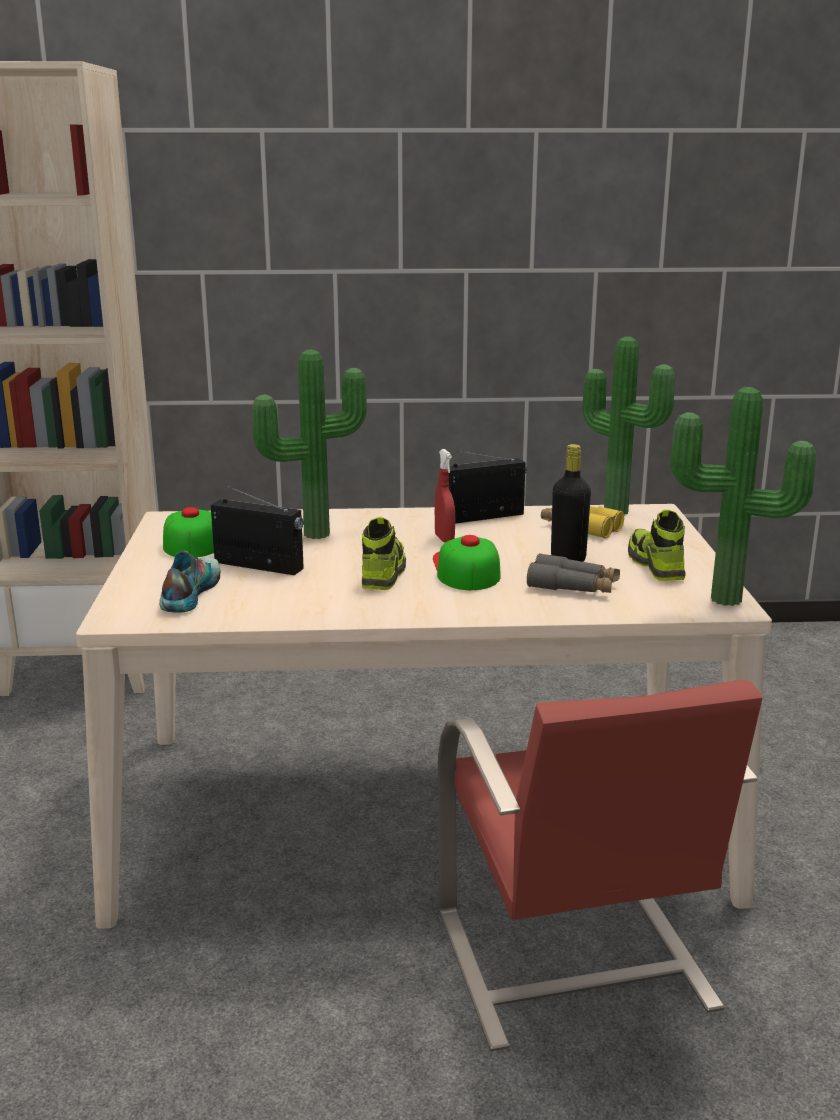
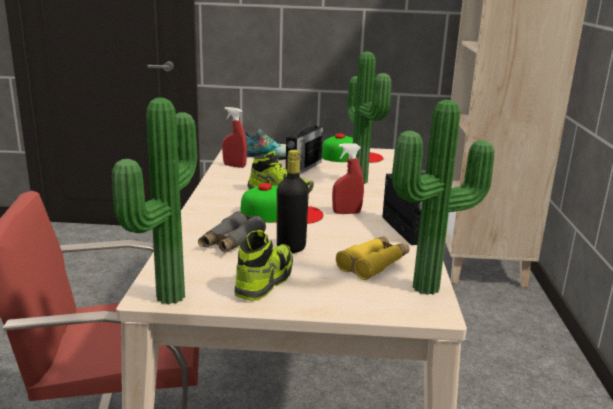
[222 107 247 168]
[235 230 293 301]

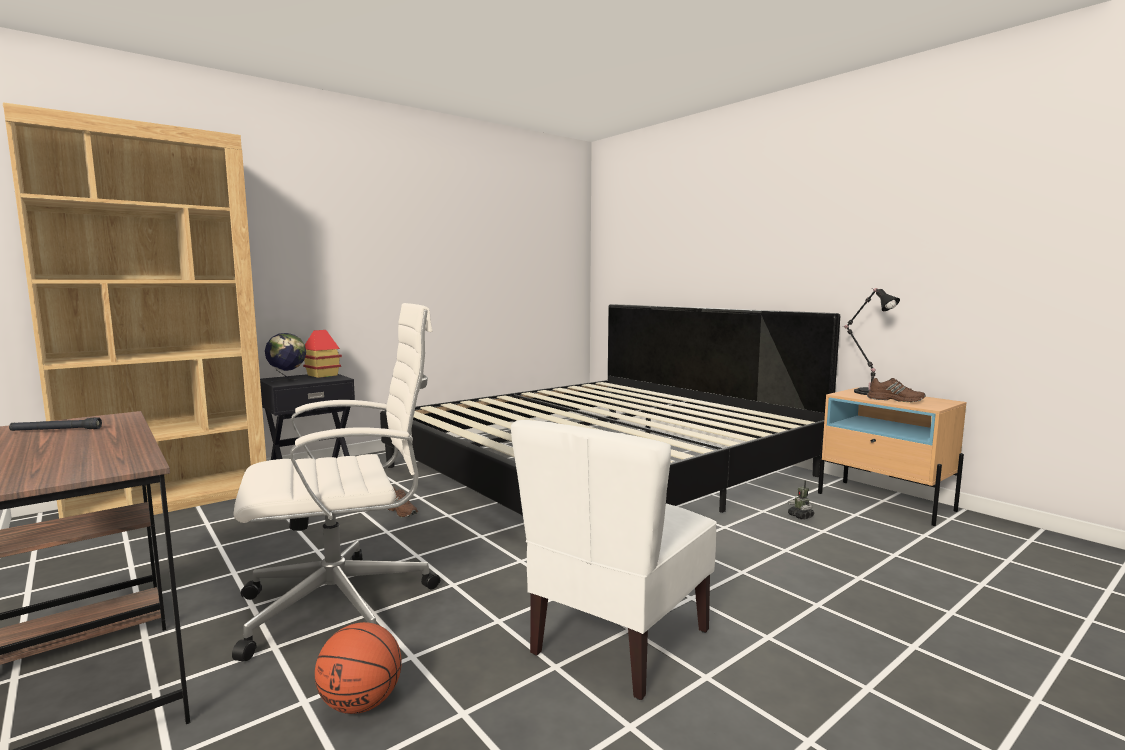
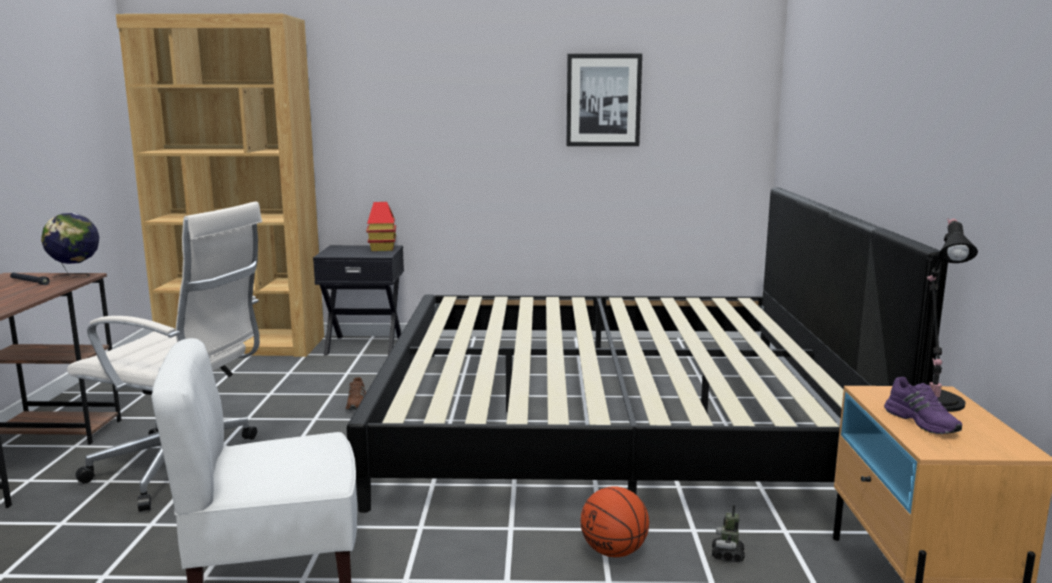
[41 213 99 278]
[566 54 642 146]
[580 486 649 557]
[884 377 962 434]

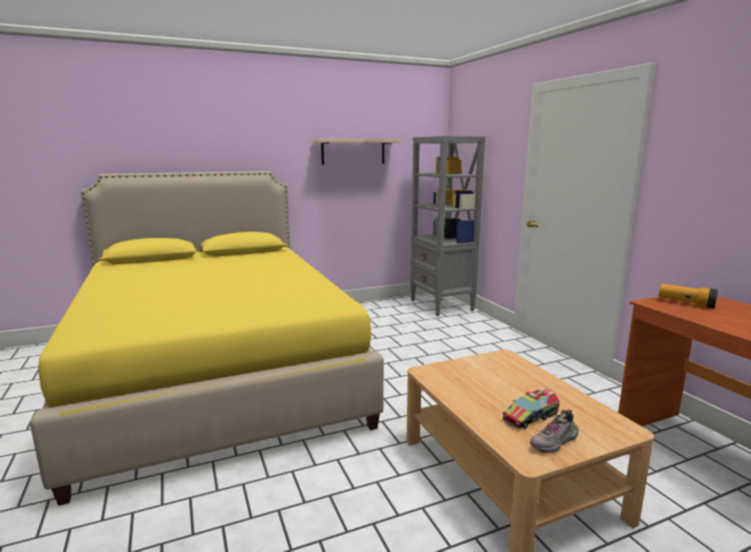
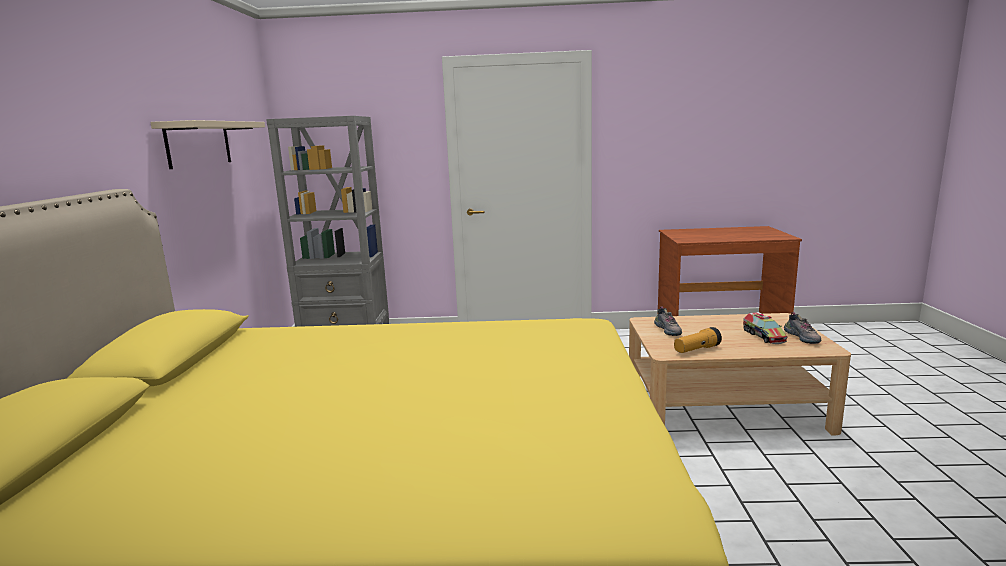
[654 307 682 336]
[674 327 722 353]

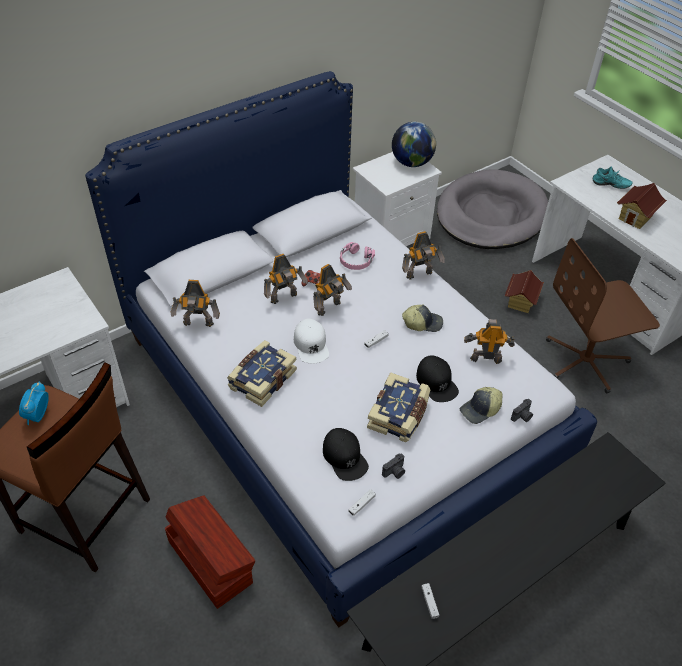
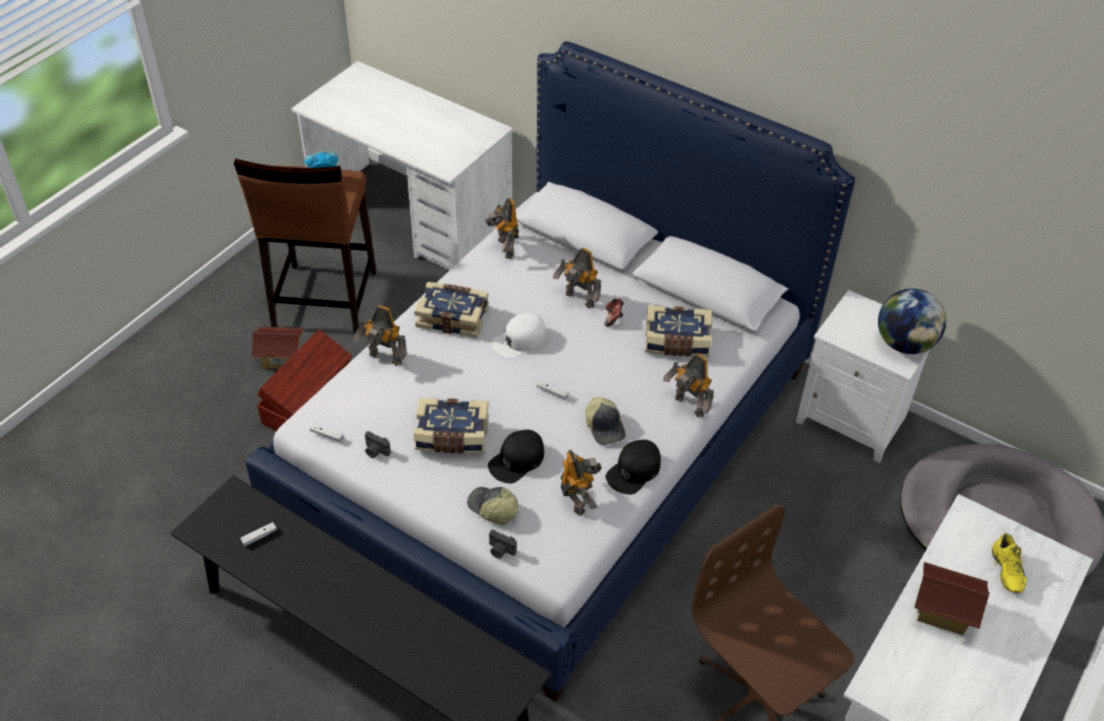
[251 327 305 369]
[353 305 407 366]
[606 440 661 495]
[645 305 712 357]
[992 533 1027 593]

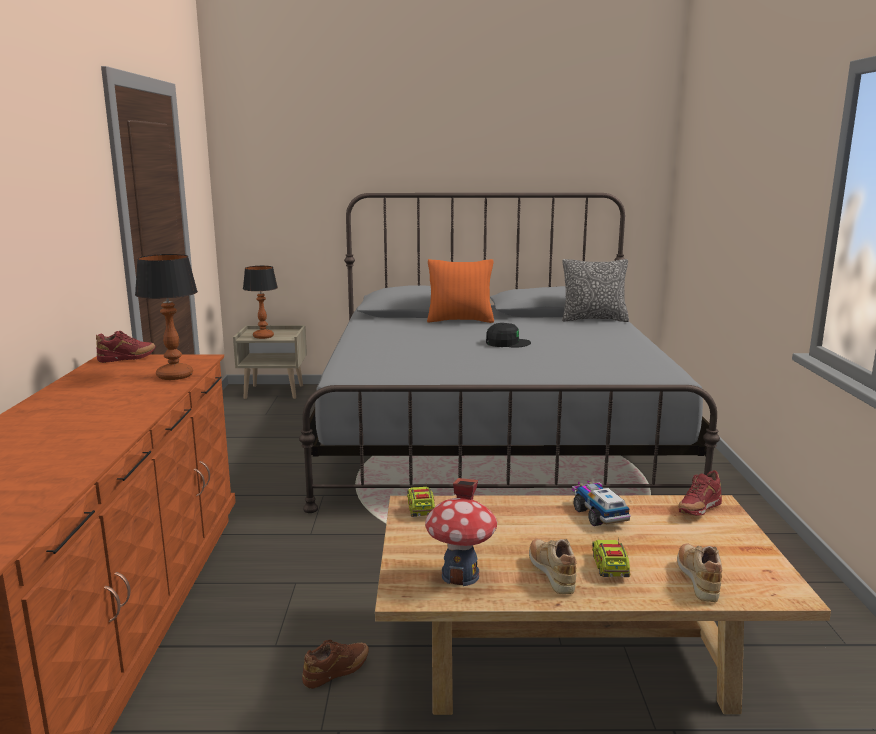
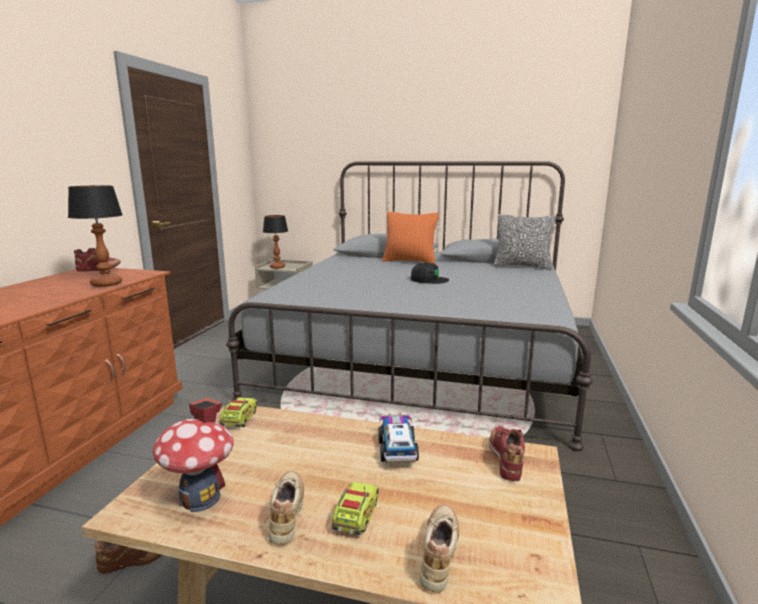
[489 426 525 481]

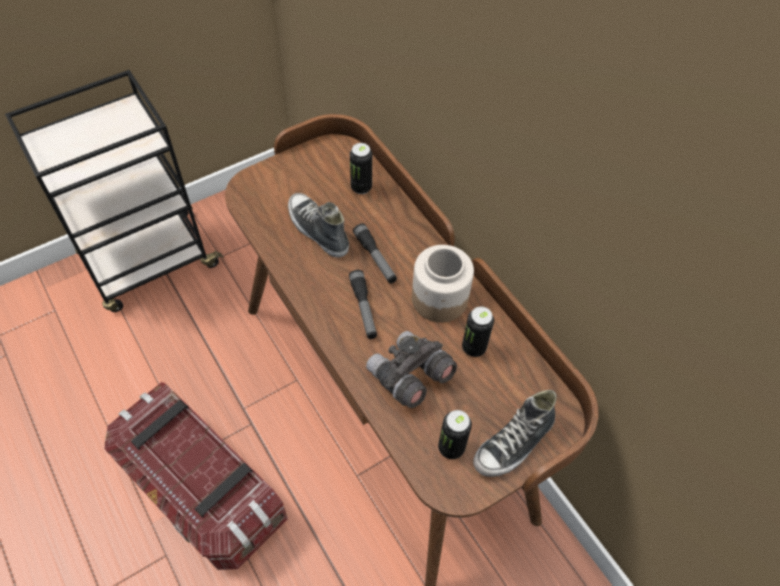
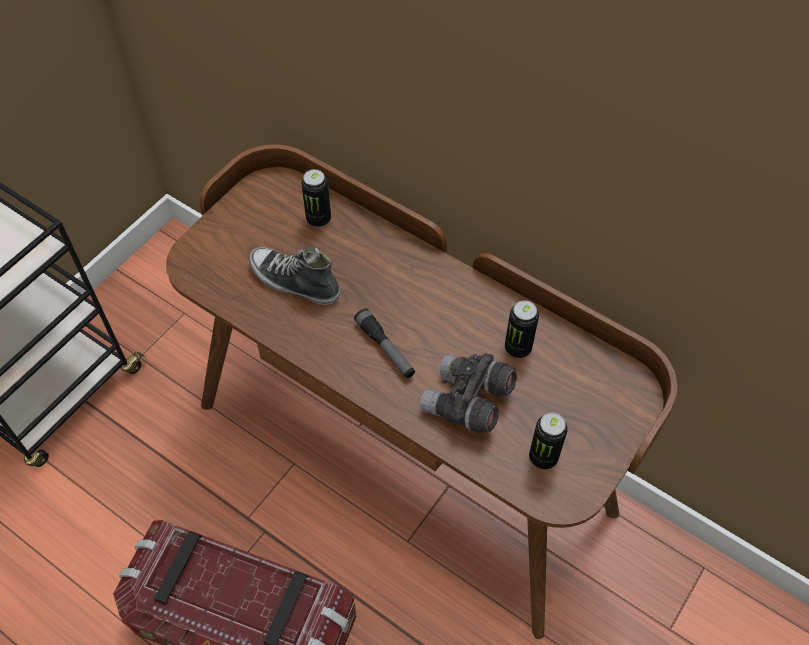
[353 223 397 284] (first image)
[412 245 474 322] (first image)
[473 390 557 477] (first image)

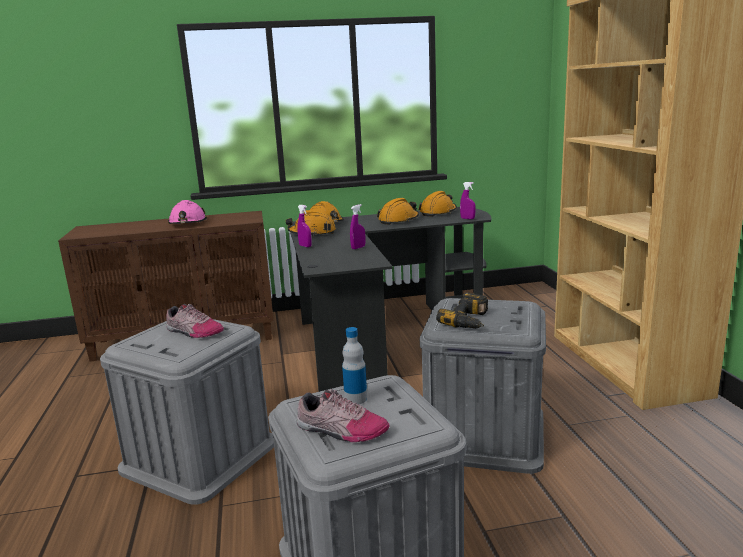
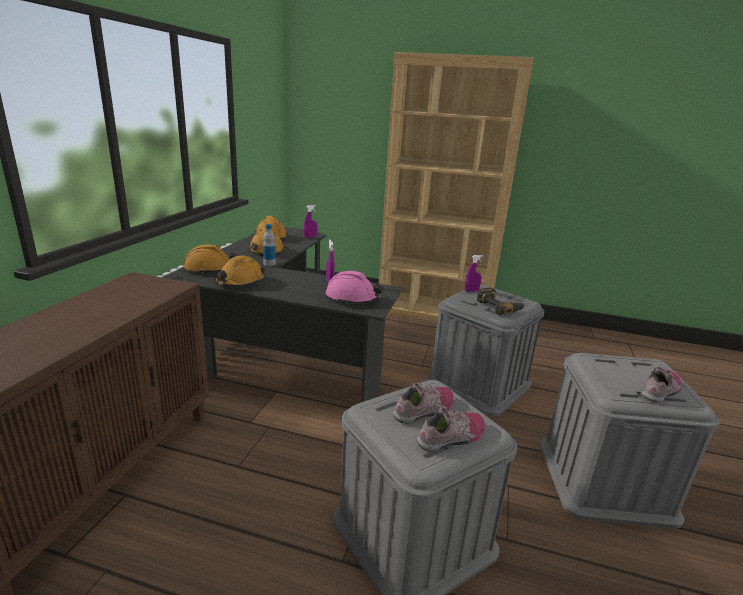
[263 224 276 266]
[326 271 383 304]
[417 407 485 452]
[465 255 483 292]

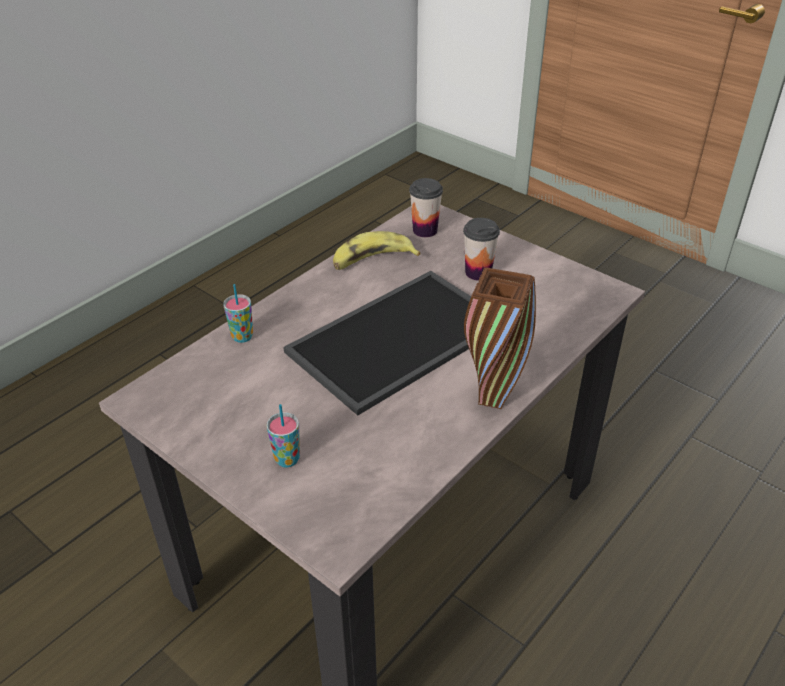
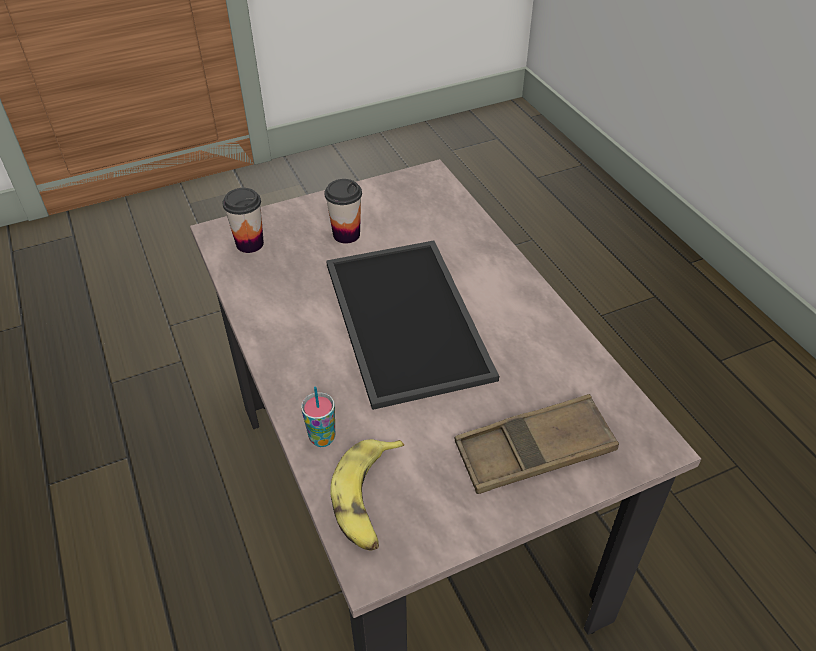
[330 439 404 551]
[455 394 619 494]
[464 267 536 409] (first image)

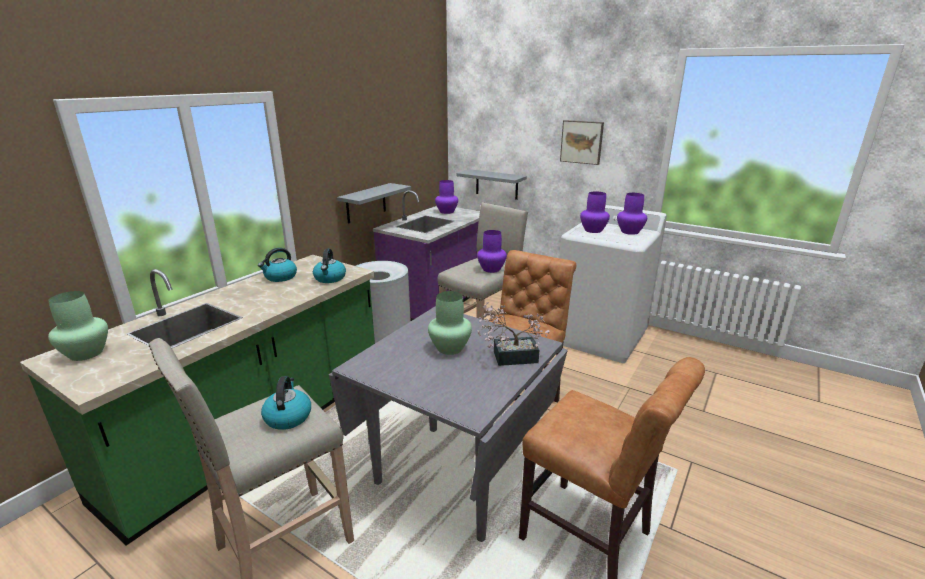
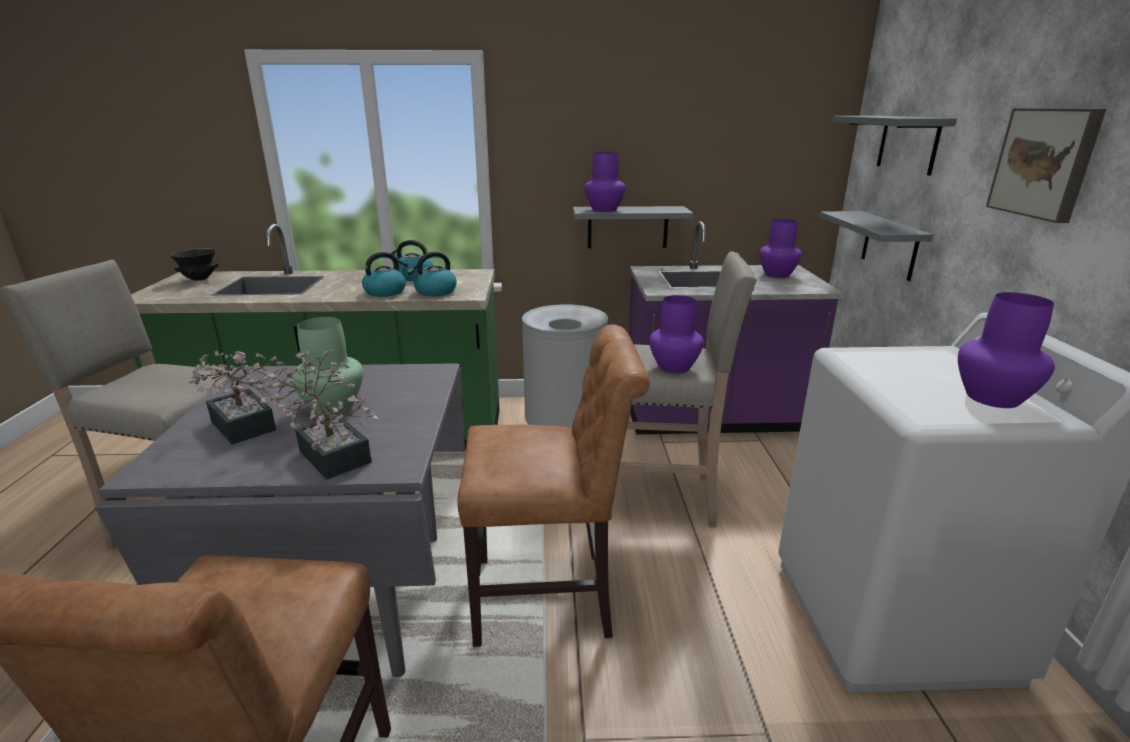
[169 248 219 281]
[188 351 284 445]
[362 252 408 297]
[585 152 626 212]
[832 116 957 175]

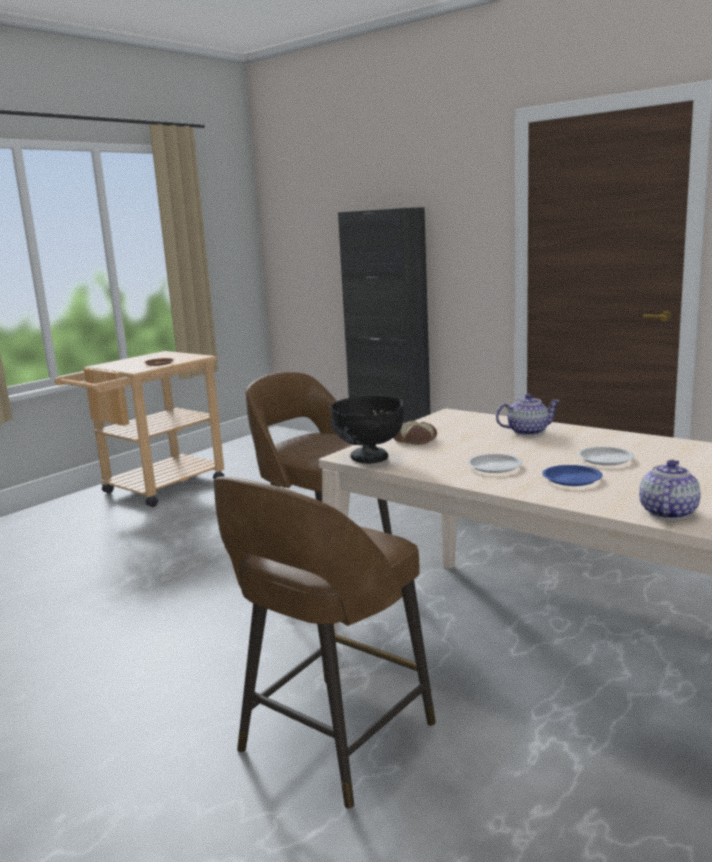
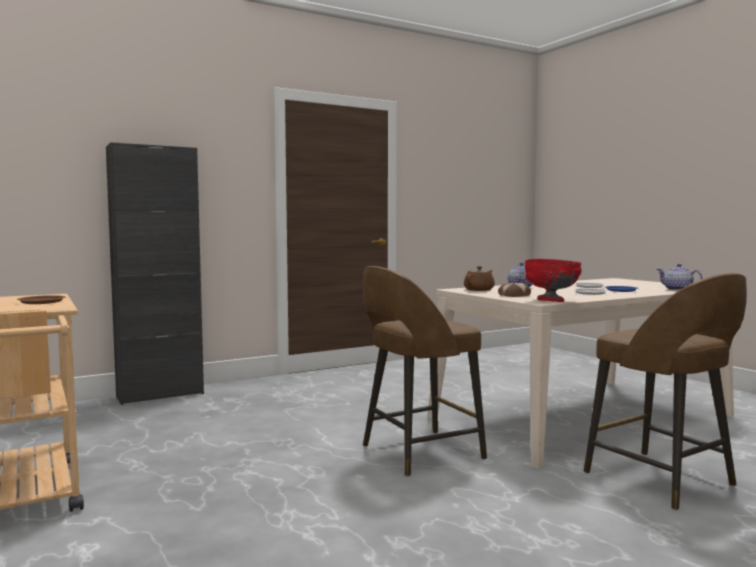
[464 266 495 291]
[525 259 581 302]

